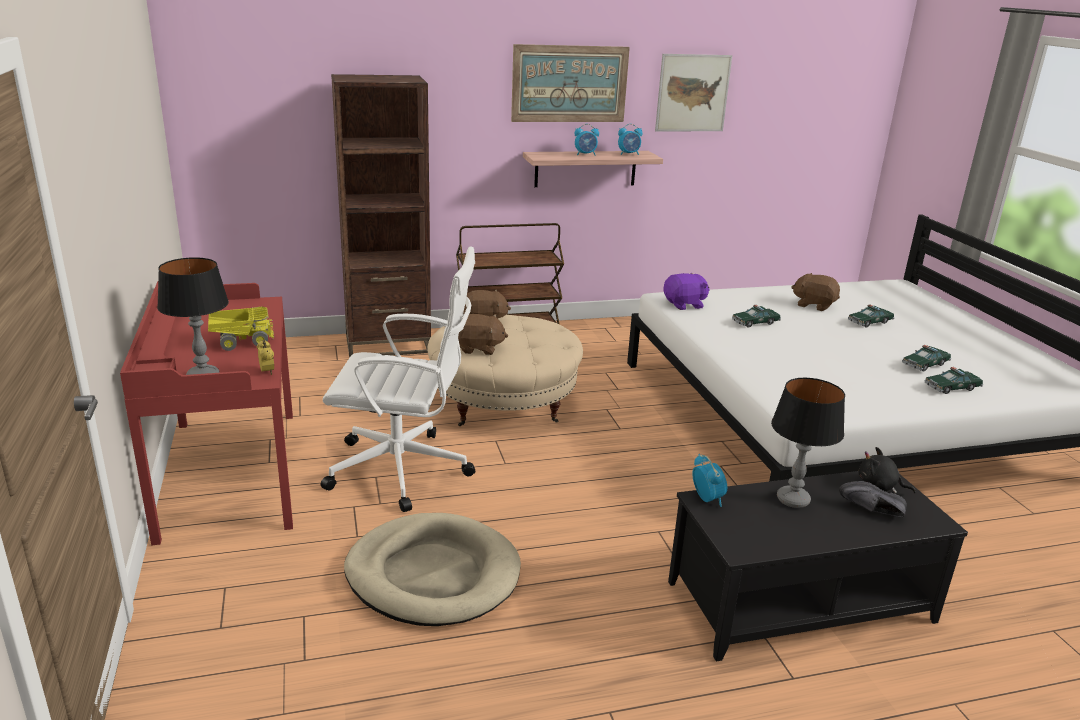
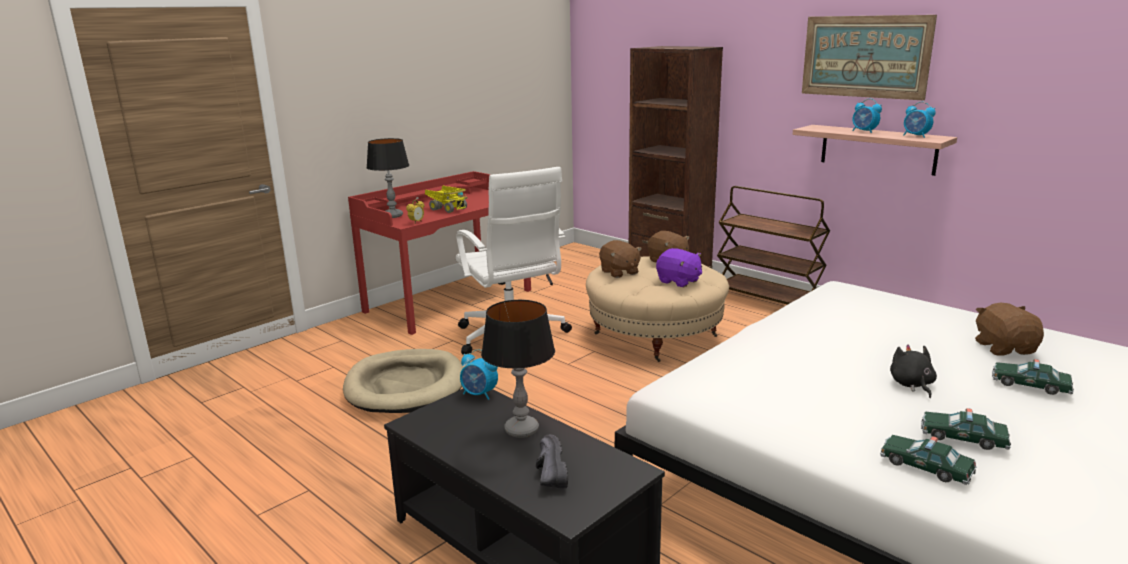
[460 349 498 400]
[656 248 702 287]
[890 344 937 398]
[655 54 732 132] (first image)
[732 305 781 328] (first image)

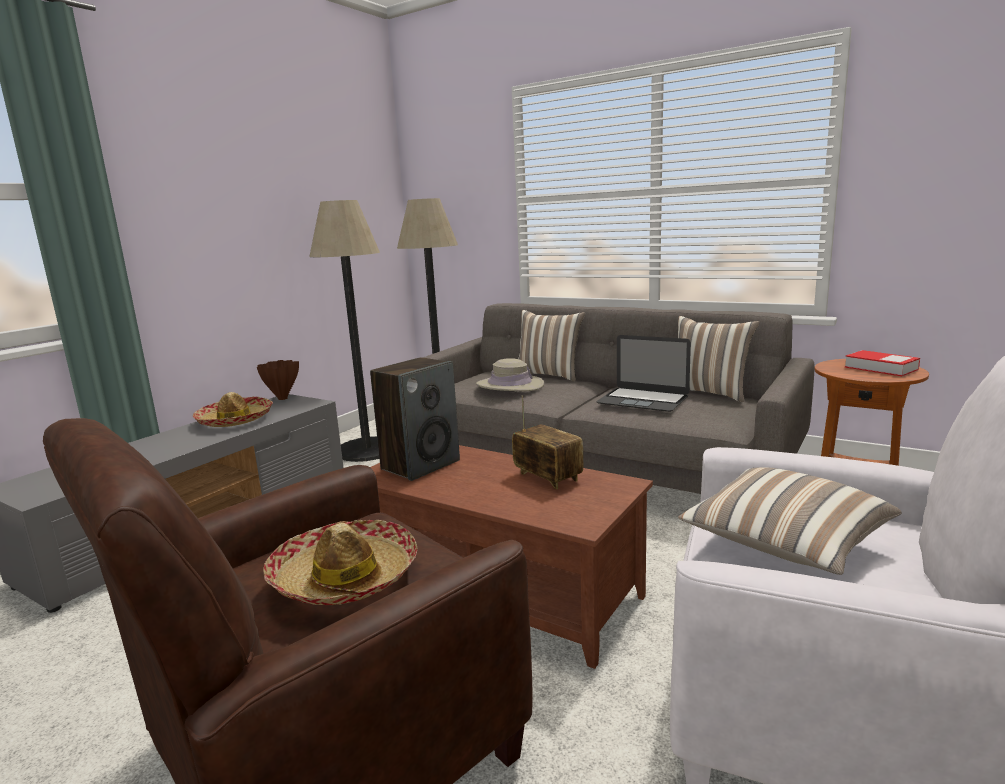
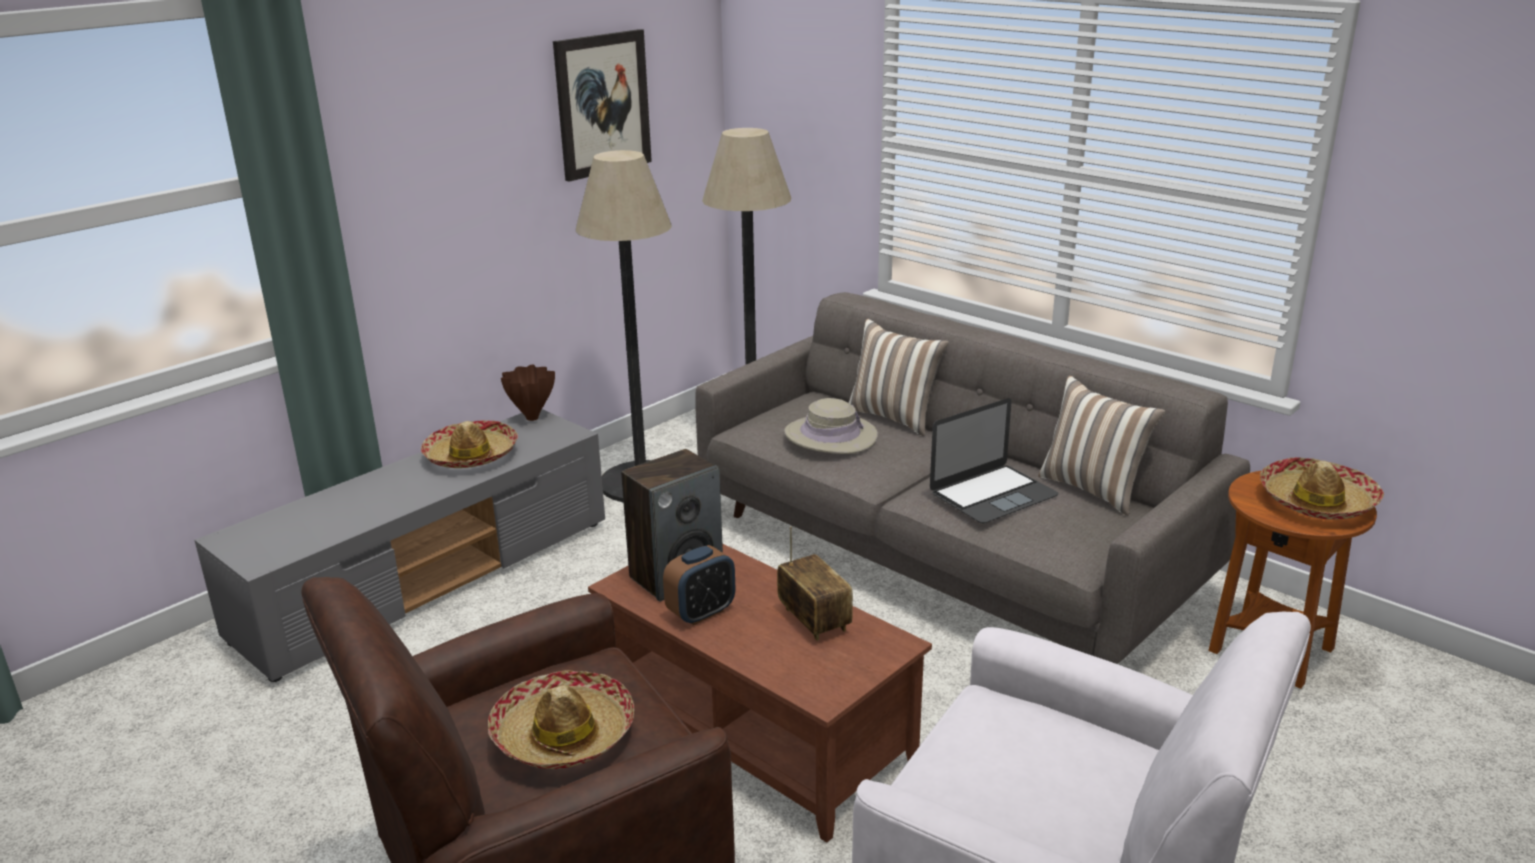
[553 29 652 182]
[663 545 735 625]
[930 398 1058 523]
[1260 457 1384 520]
[678 467 902 575] (first image)

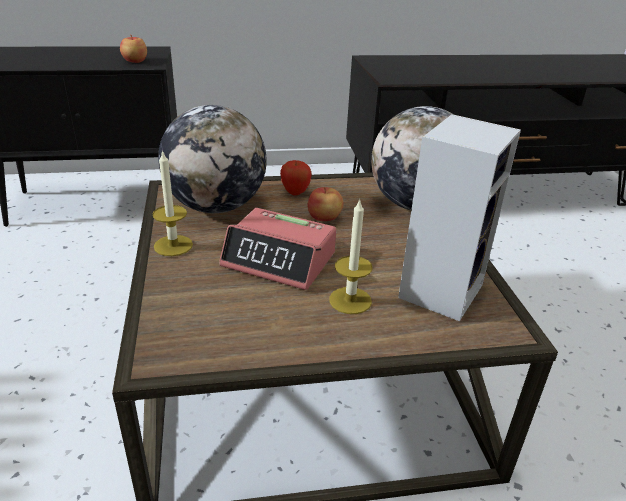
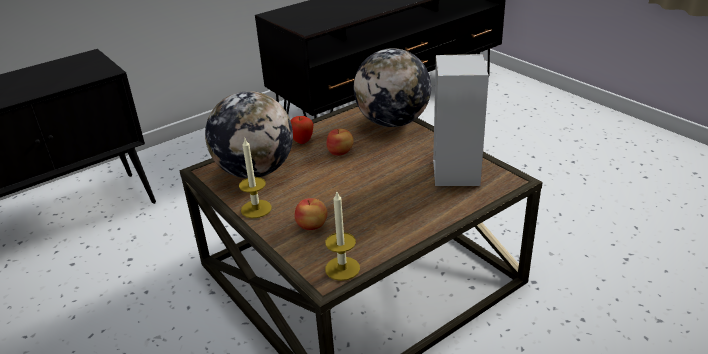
[294 198 328 230]
[325 190 360 281]
[219 208 336 290] (first image)

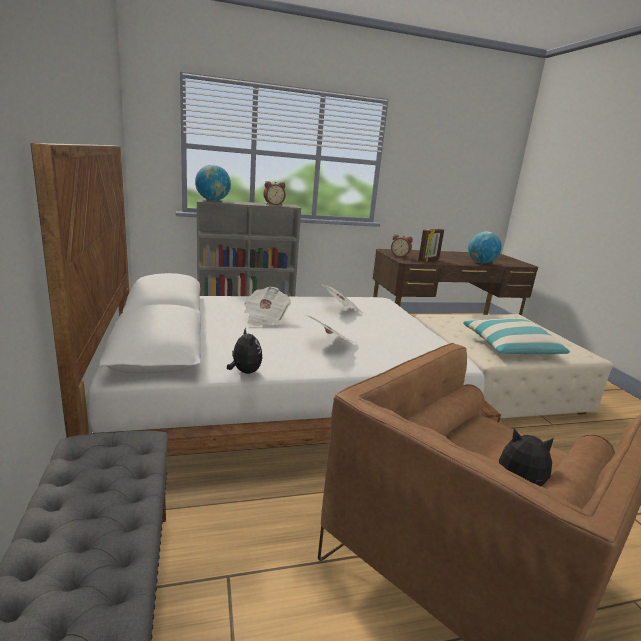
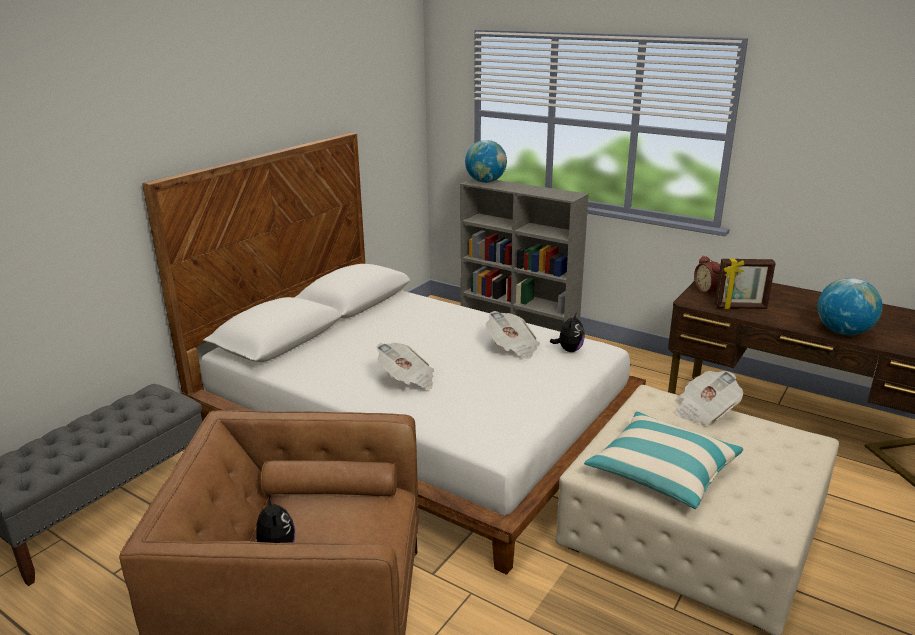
[550 312 585 352]
[675 371 743 425]
[264 181 286 205] (first image)

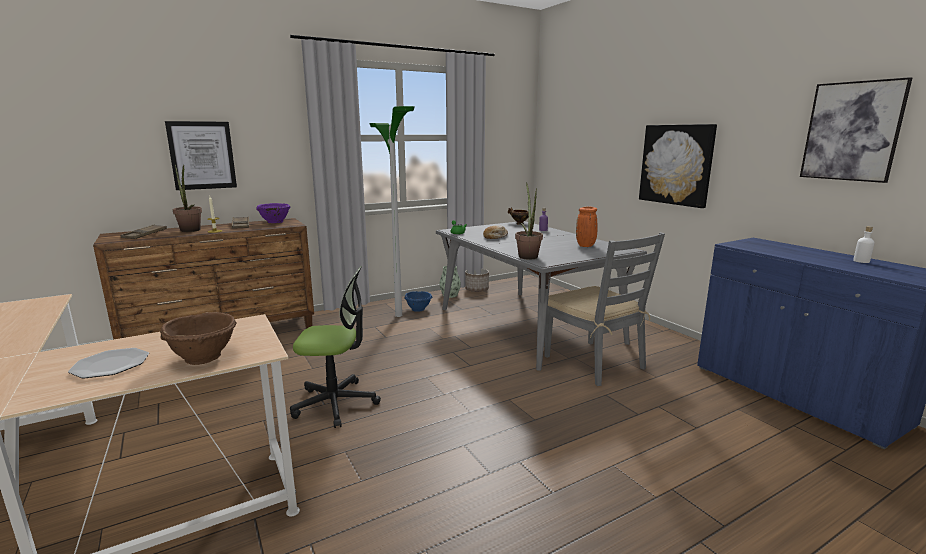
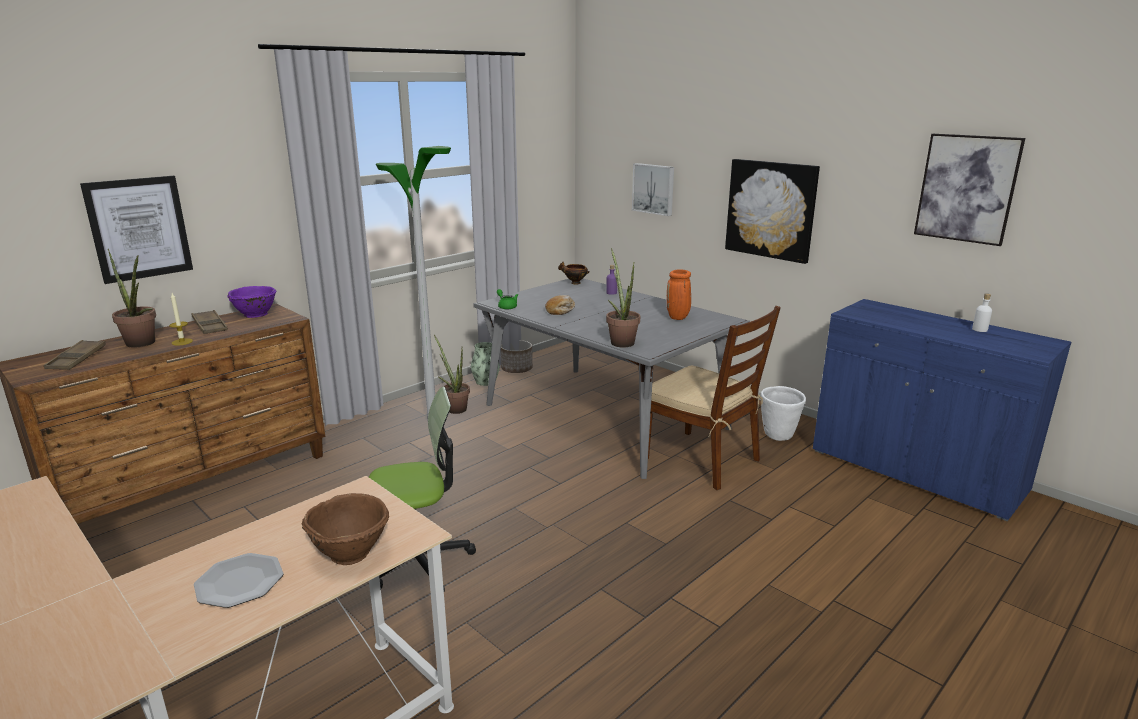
[434 335 470 414]
[632 163 674 216]
[648 306 781 490]
[761 386 806 441]

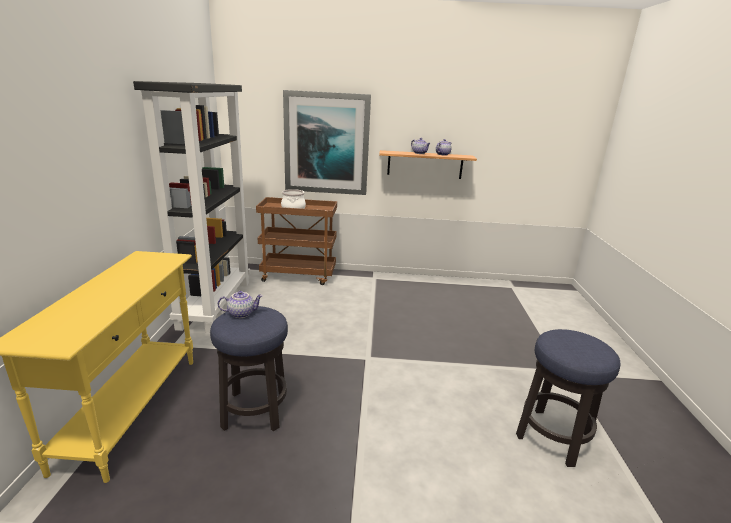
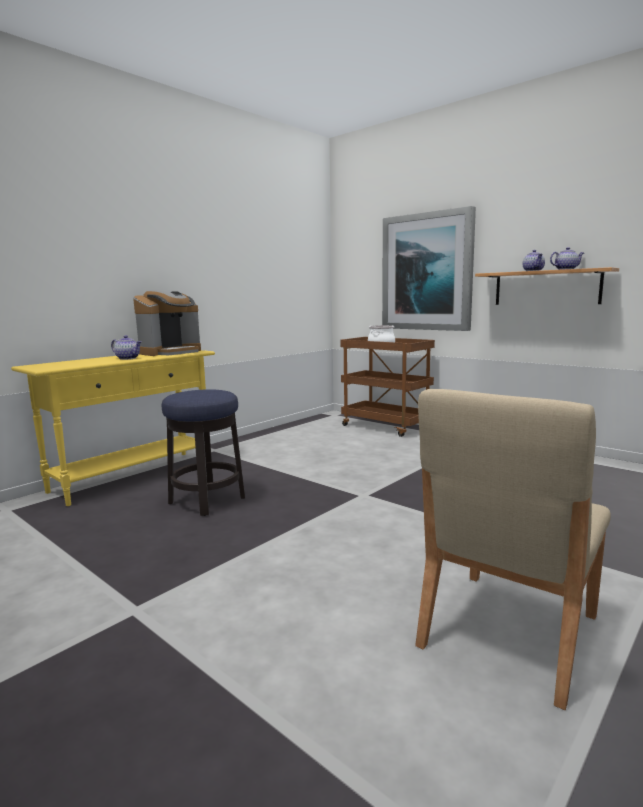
[111 335 142 360]
[133 290 201 356]
[415 389 611 710]
[133 81 250 333] (first image)

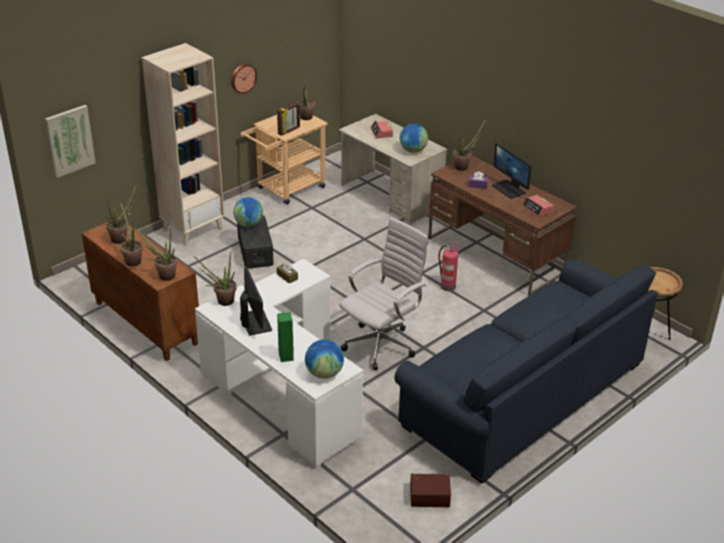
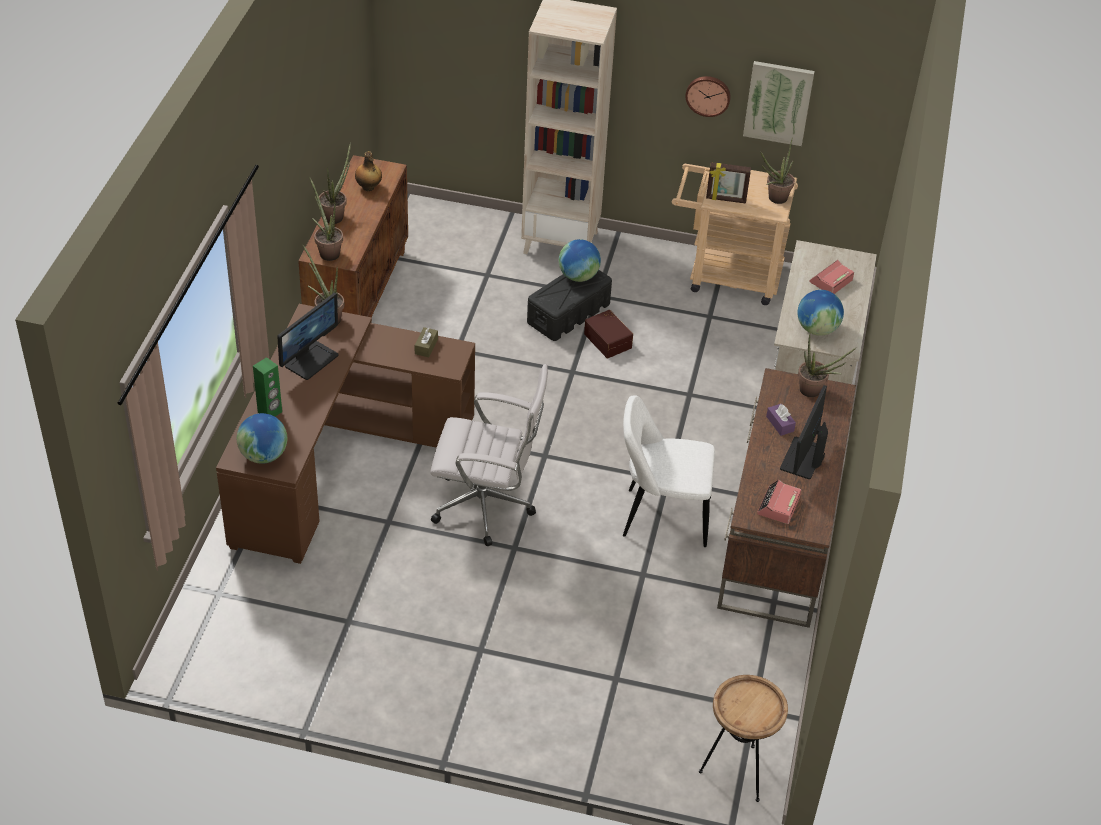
[216 304 475 564]
[355 151 382 191]
[584 310 633 359]
[623 395 715 547]
[743 61 815 146]
[395 259 658 484] (first image)

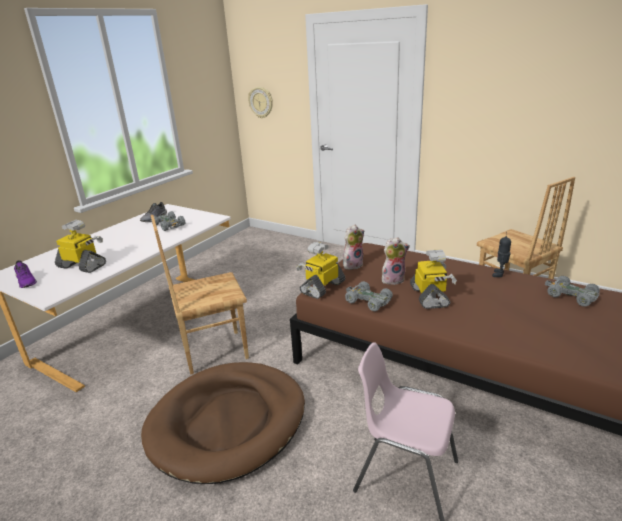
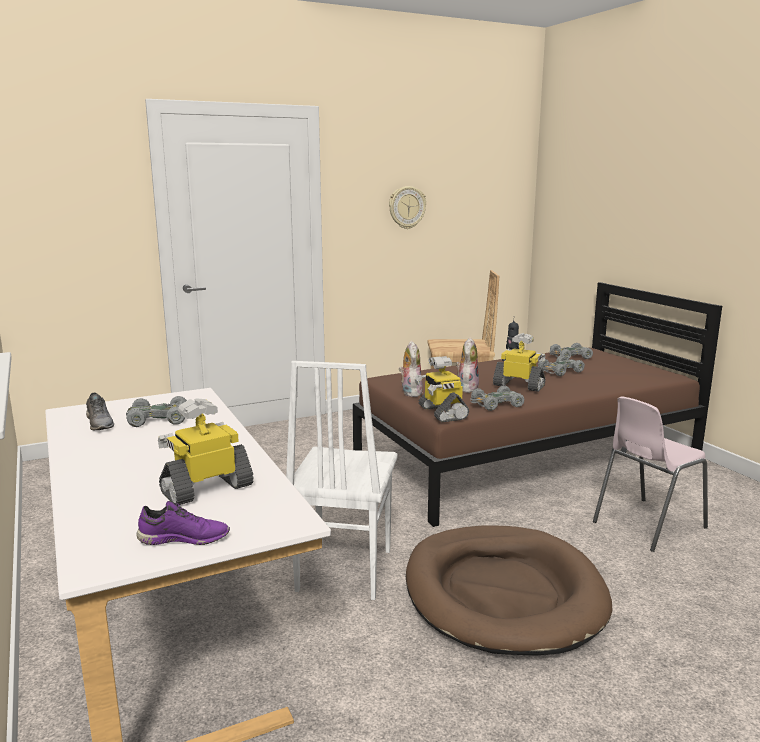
[286 361 398 600]
[389 186 426 229]
[538 355 585 376]

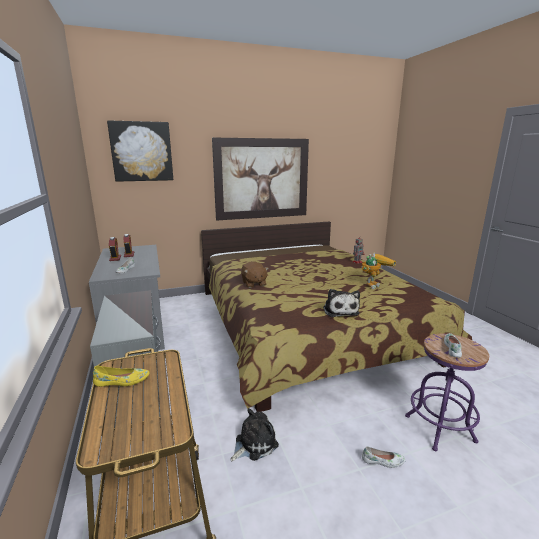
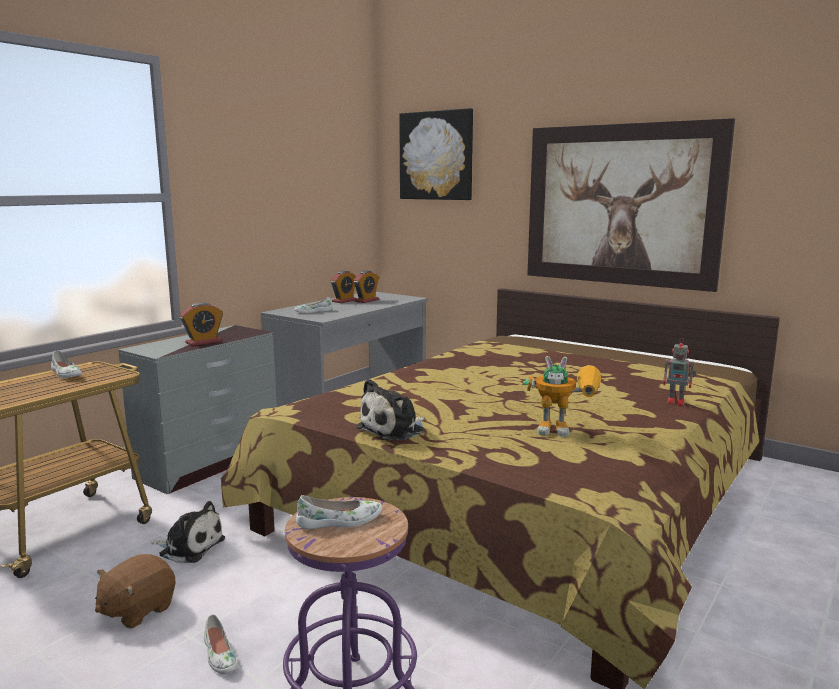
[51 351 82 378]
[95 554 175 629]
[180 302 223 346]

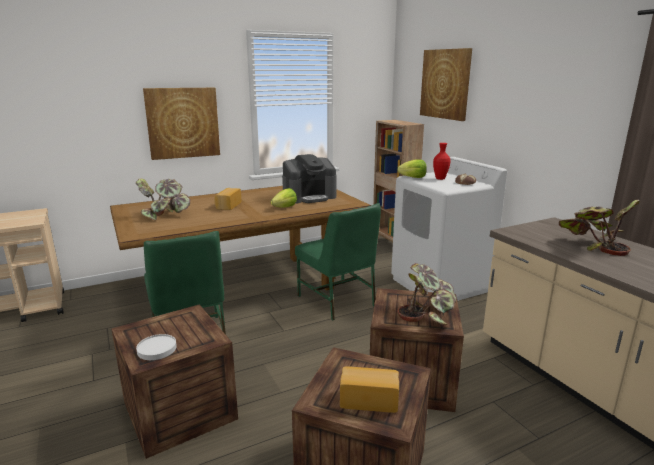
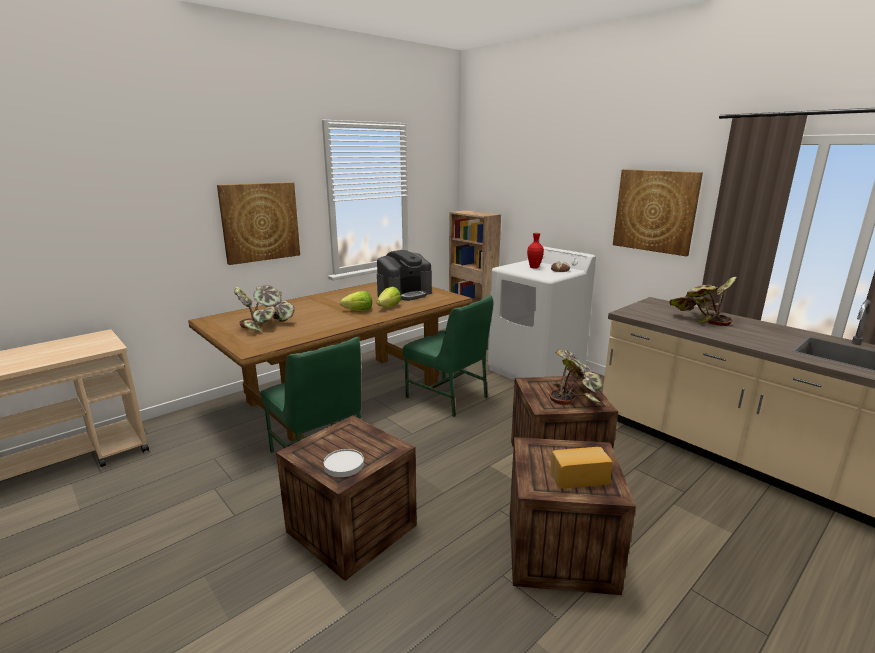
[340 291 372 311]
[613 169 703 256]
[214 188 241 210] (first image)

